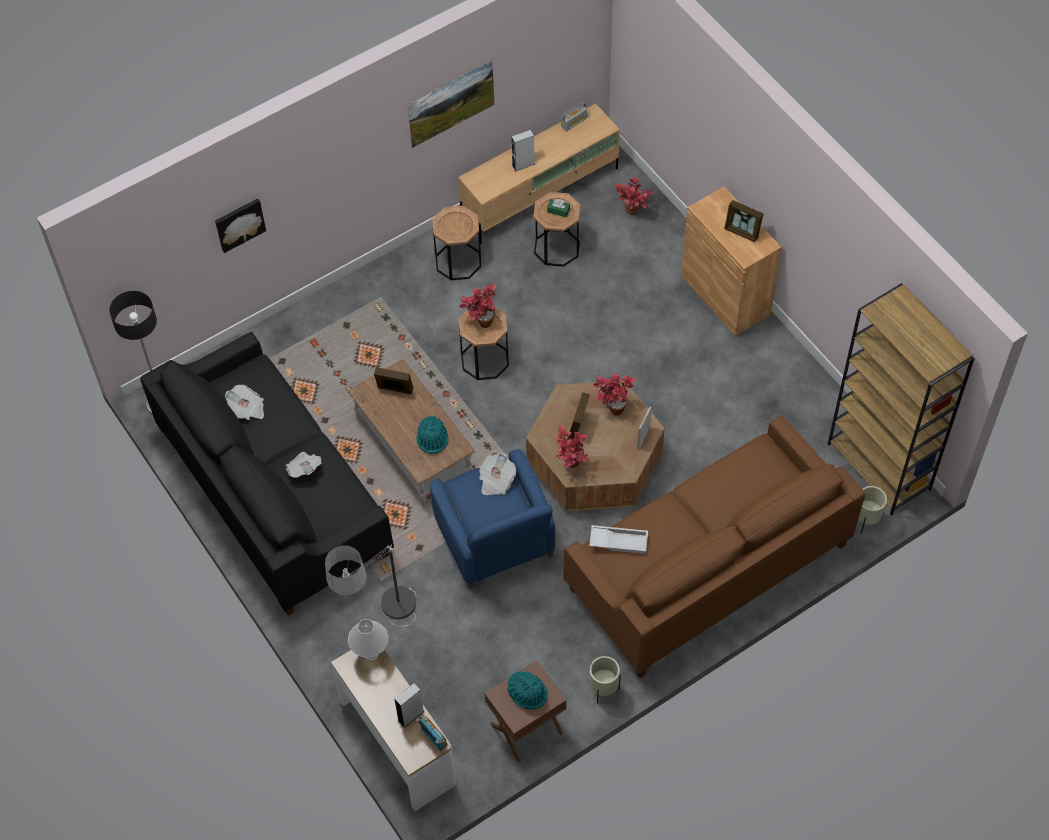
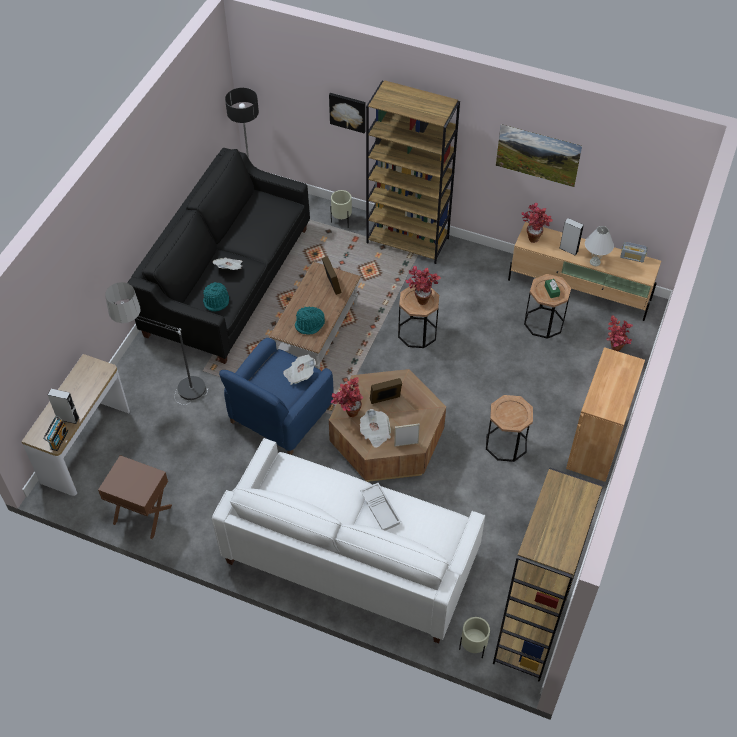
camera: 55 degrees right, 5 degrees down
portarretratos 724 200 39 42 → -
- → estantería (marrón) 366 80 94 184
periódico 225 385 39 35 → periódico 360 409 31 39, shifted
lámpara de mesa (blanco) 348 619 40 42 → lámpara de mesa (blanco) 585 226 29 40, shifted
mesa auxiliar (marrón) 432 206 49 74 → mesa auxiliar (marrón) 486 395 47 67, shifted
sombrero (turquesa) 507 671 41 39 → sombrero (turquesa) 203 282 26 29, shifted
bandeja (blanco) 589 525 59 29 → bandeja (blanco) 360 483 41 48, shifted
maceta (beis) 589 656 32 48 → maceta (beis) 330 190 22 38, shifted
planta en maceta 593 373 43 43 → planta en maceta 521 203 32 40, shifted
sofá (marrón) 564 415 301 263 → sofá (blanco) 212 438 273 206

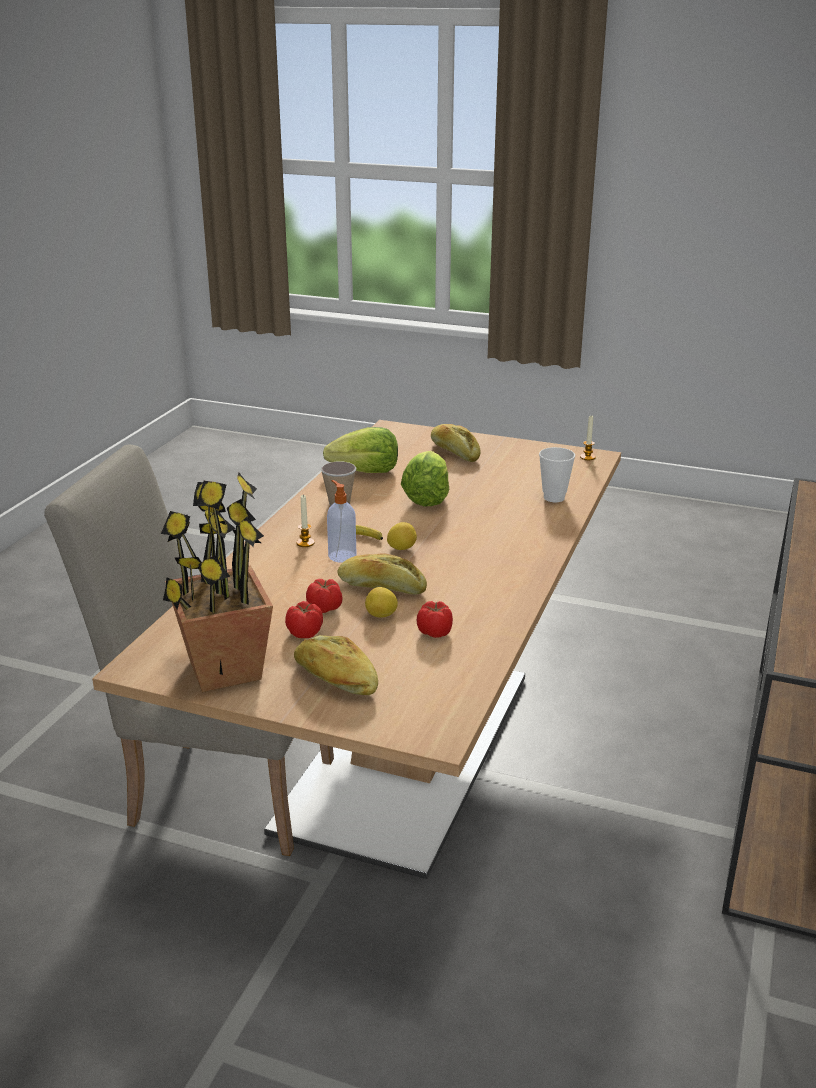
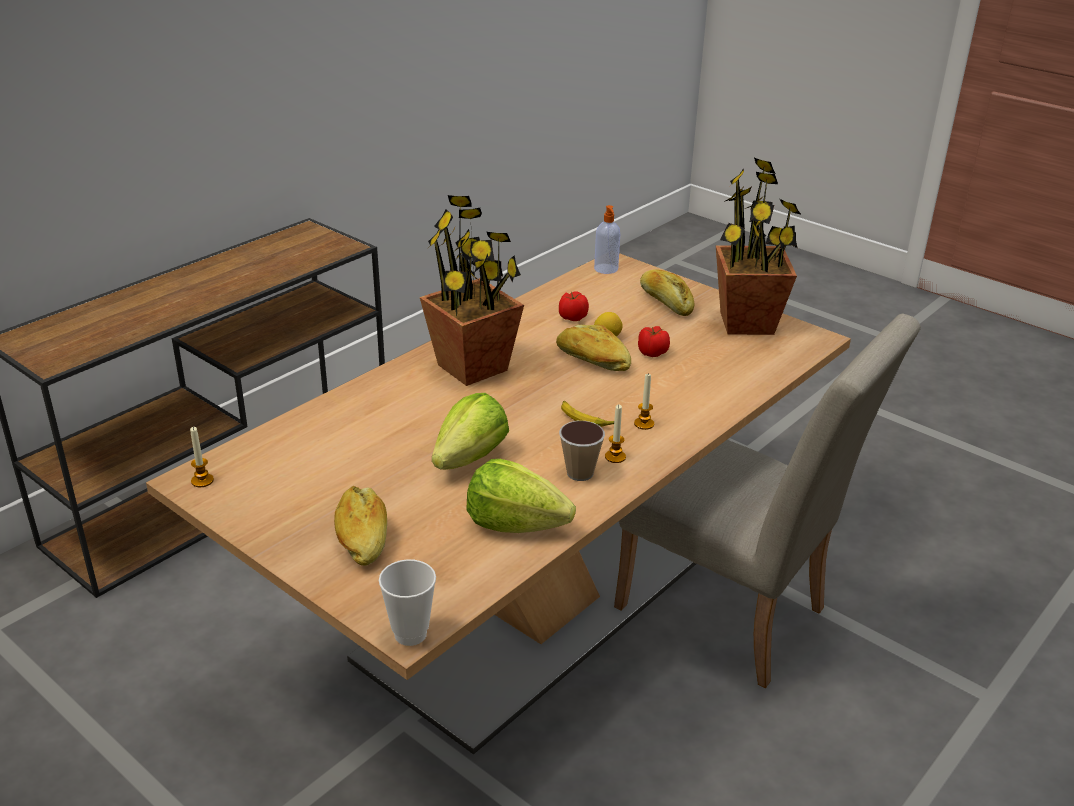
camera: 160 degrees left, 5 degrees up
tomate 285 601 38 37 → -
limón 387 522 30 28 → -
- → planta en maceta 420 195 104 191
- → vela 605 405 21 58
dispensador de jabón 327 480 29 82 → dispensador de jabón 594 205 26 69, shifted
taza 539 447 36 55 → taza 379 559 57 87, shifted

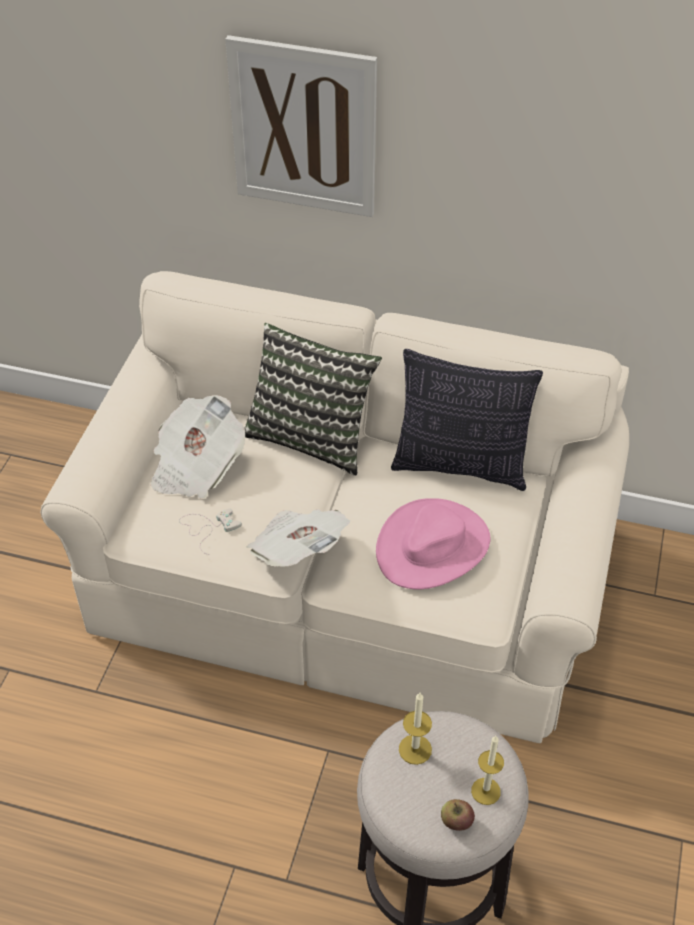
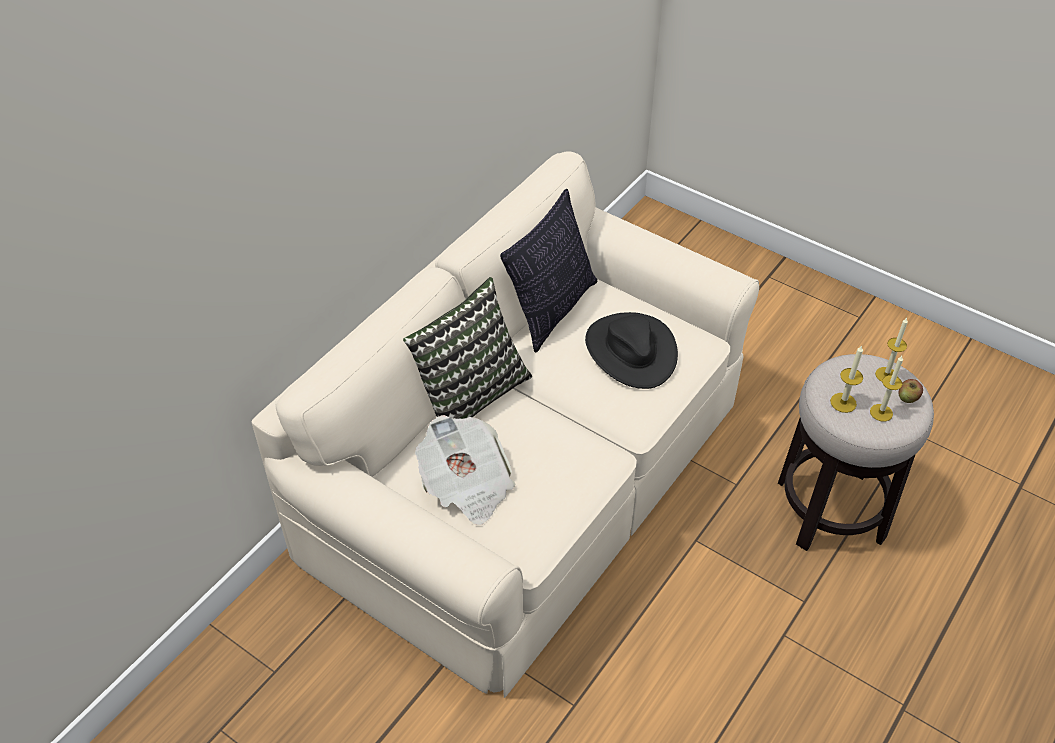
camera: 70 degrees left, 0 degrees up
mando de consola (blanco) 179 509 63 46 → -
cuadro 225 35 152 182 → -
periódico 246 509 104 58 → -
- → vela 870 356 33 66
sombrero (rosa) 376 498 114 91 → sombrero (negro) 585 312 93 77

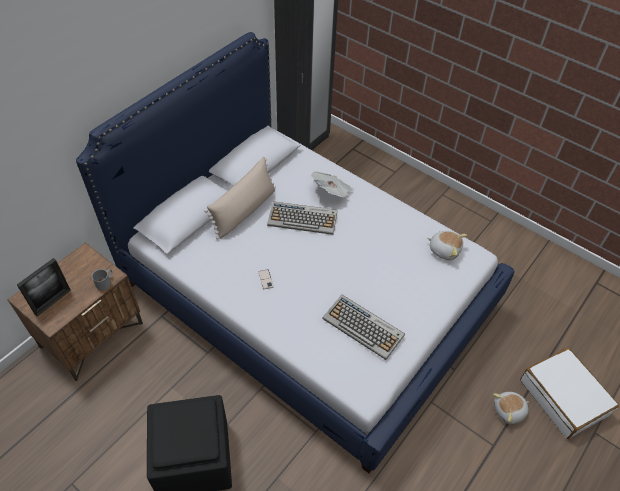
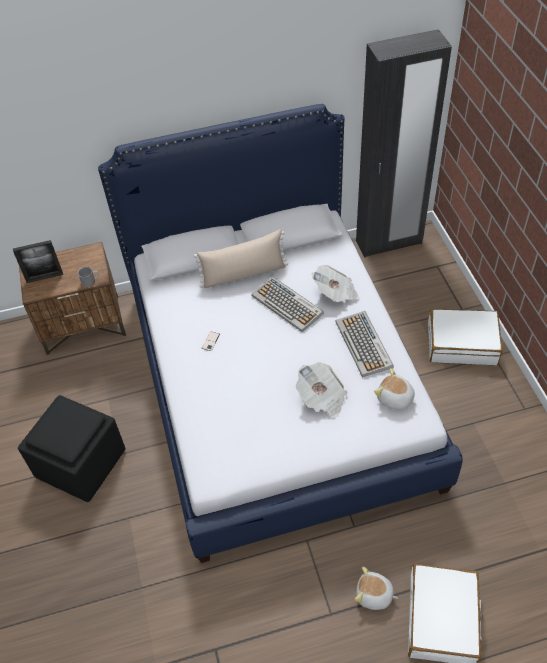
camera: 40 degrees right, 0 degrees up
- → periódico 296 363 51 54
- → maleta (blanco) 428 309 75 56
teclado 323 294 82 66 → teclado 336 311 58 66, shifted
peluche 427 231 40 29 → peluche 374 368 43 42, 150 degrees clockwise

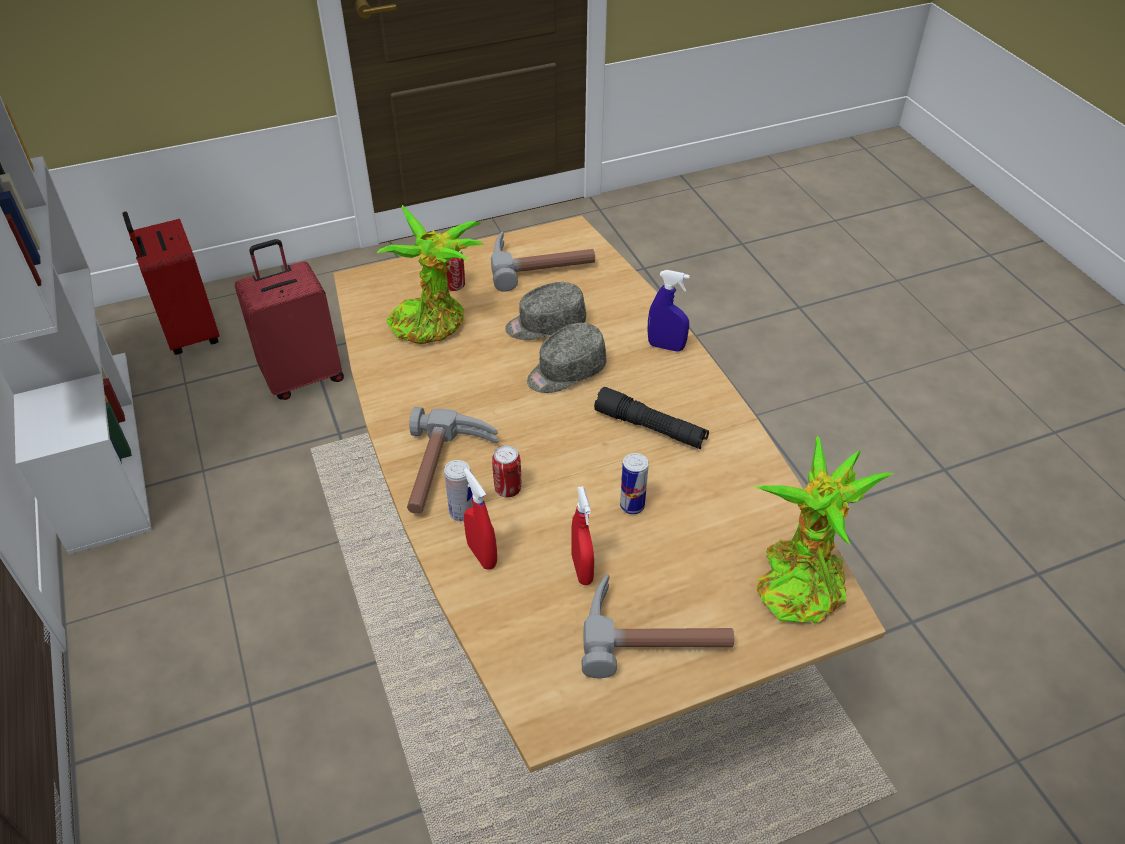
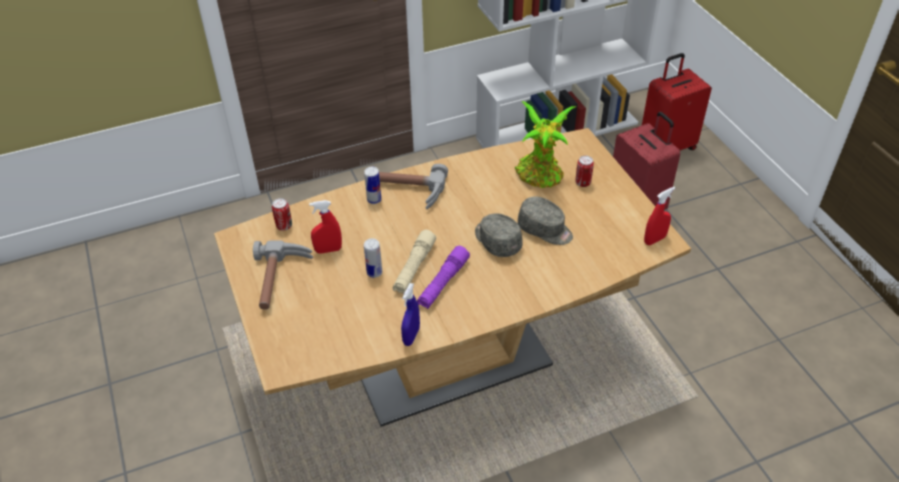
camera: 90 degrees right, 0 degrees up
martillo 491 232 104 60 → -
planta en maceta 753 436 141 188 → -
- → linterna (beis) 392 230 44 64
pulverizador (rojo) 464 468 33 102 → pulverizador (rojo) 644 187 31 58, shifted
lata 492 445 29 53 → lata 272 198 20 33, shifted
pulverizador (azul) 648 270 42 82 → pulverizador (azul) 401 283 19 63, shifted
linterna (negro) 594 387 115 62 → linterna (morado) 417 246 53 63
gorra (gris) 505 282 81 58 → gorra (gris) 518 196 55 49, 135 degrees clockwise

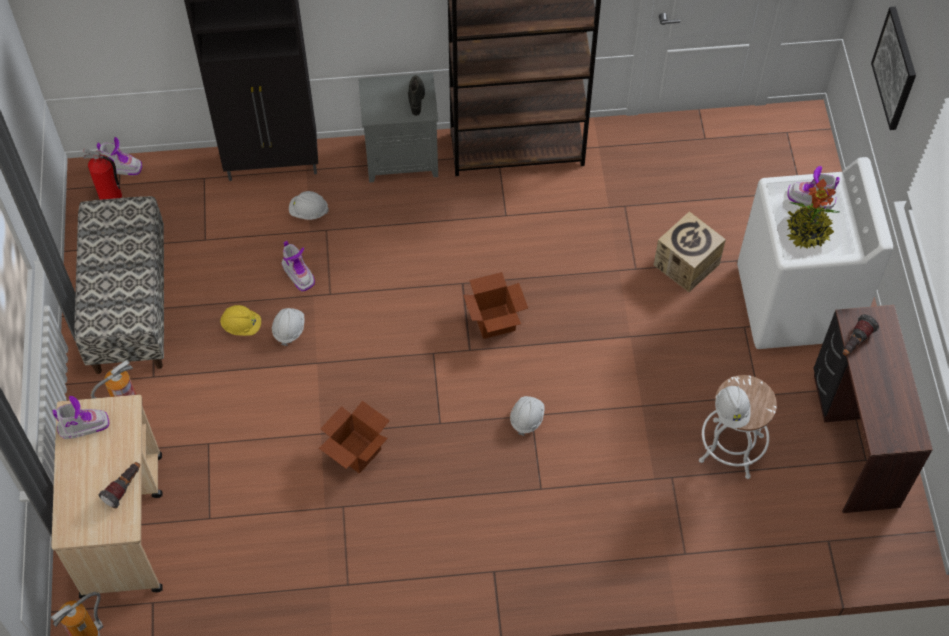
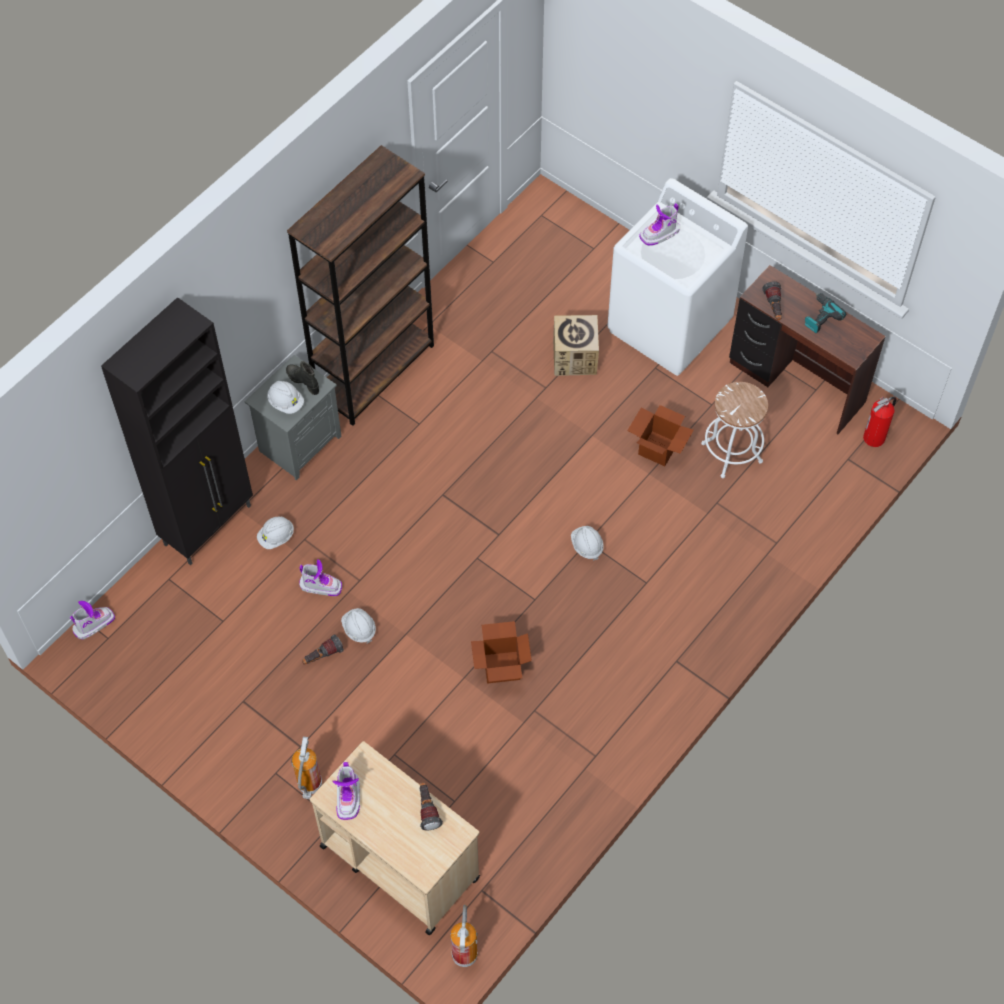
camera: 45 degrees left, 0 degrees up
banco 74 196 90 178 → -
planta en maceta 787 178 52 71 → -
cuadro 871 7 45 123 → -
- → taladro 805 293 42 40
extintor 83 149 39 51 → extintor 863 397 33 50, shifted
caja de cartón 463 272 65 67 → caja de cartón 627 405 67 61, shifted
casco (blanco) 715 386 36 42 → casco (blanco) 267 381 37 33, shifted
casco (amarillo) 220 305 41 31 → linterna 302 634 42 31
bota 52 396 57 43 → bota 332 762 28 58, 150 degrees clockwise

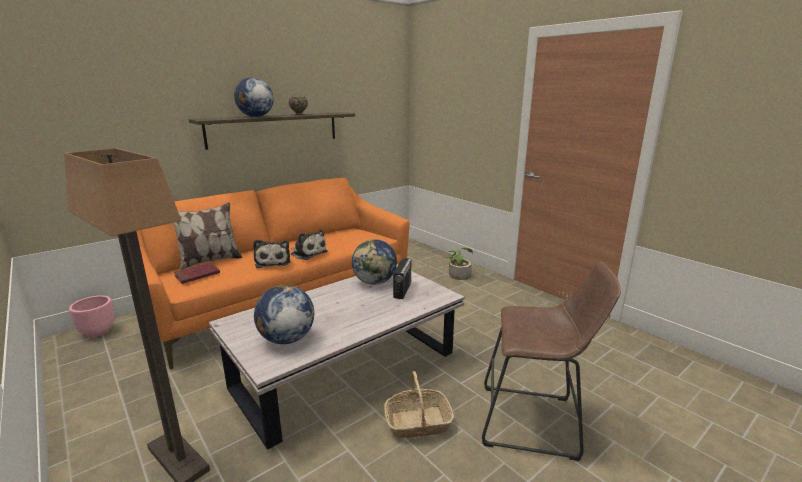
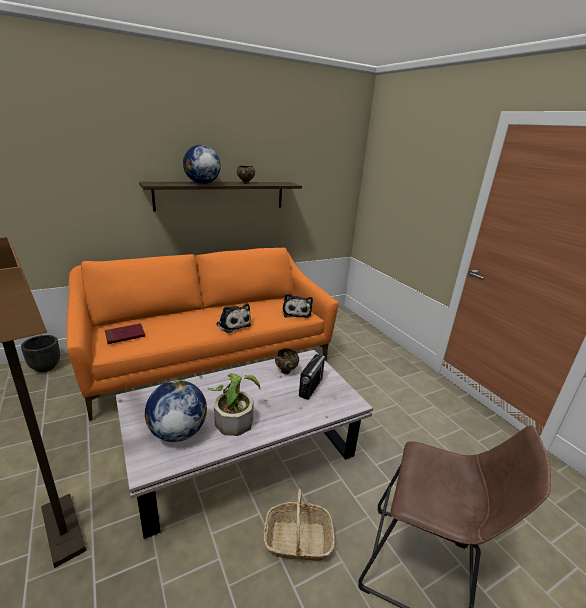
camera: 10 degrees right, 5 degrees up
cojín 173 202 69 69 → -
peluche 253 240 37 28 → peluche 283 294 30 24, shifted
planta en maceta 444 247 29 33 → planta en maceta 208 373 53 63, shifted
globo terráqueo 352 239 45 46 → cuenco (marrón) 275 349 24 25
maceta (rosa) 69 295 45 42 → maceta (negro) 21 335 39 37

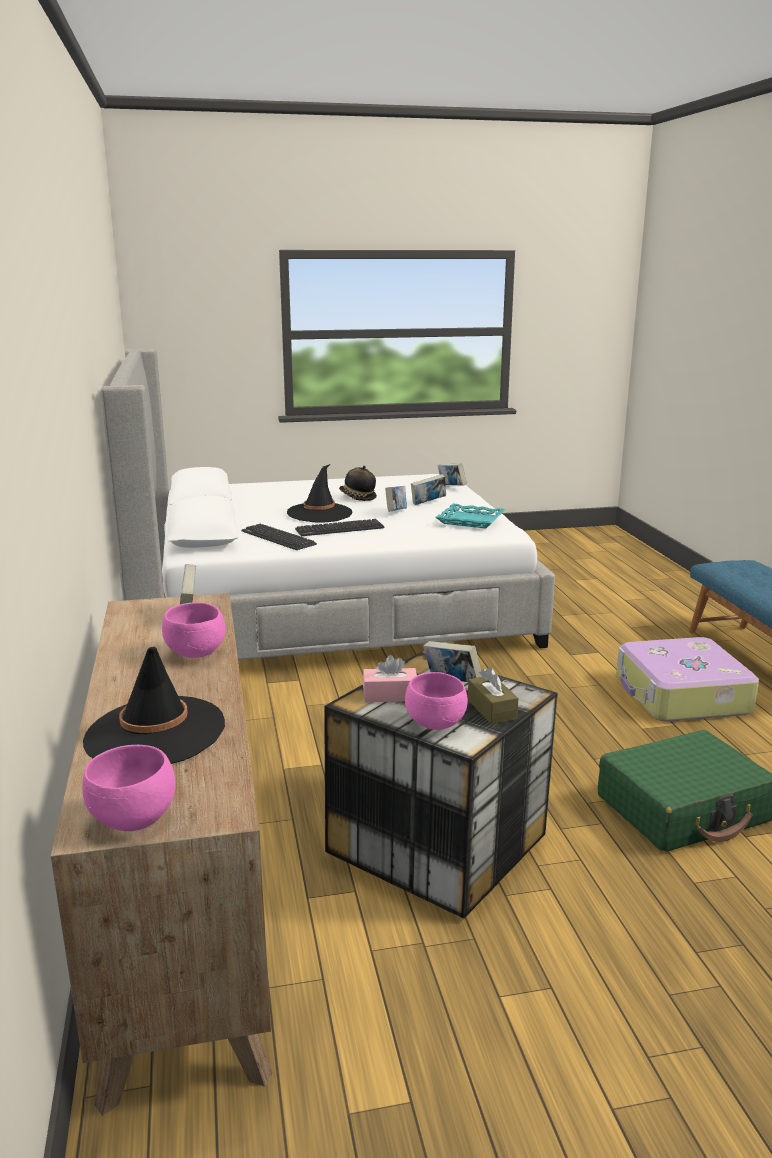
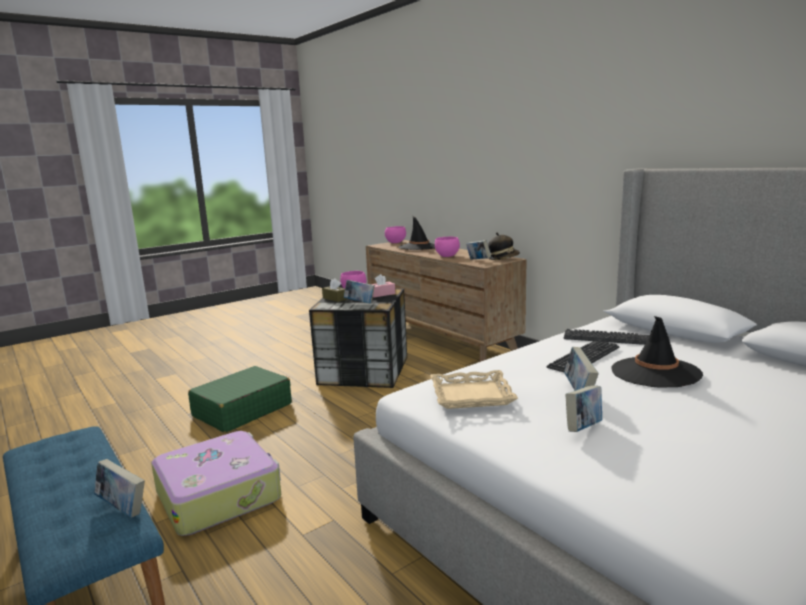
camera: 155 degrees right, 5 degrees down
sombrero 339 466 38 35 → sombrero 488 232 32 28, shifted
libro 438 464 29 22 → libro 94 459 51 59, shifted
bandeja (turquesa) 435 504 70 24 → bandeja (beis) 430 370 88 39

